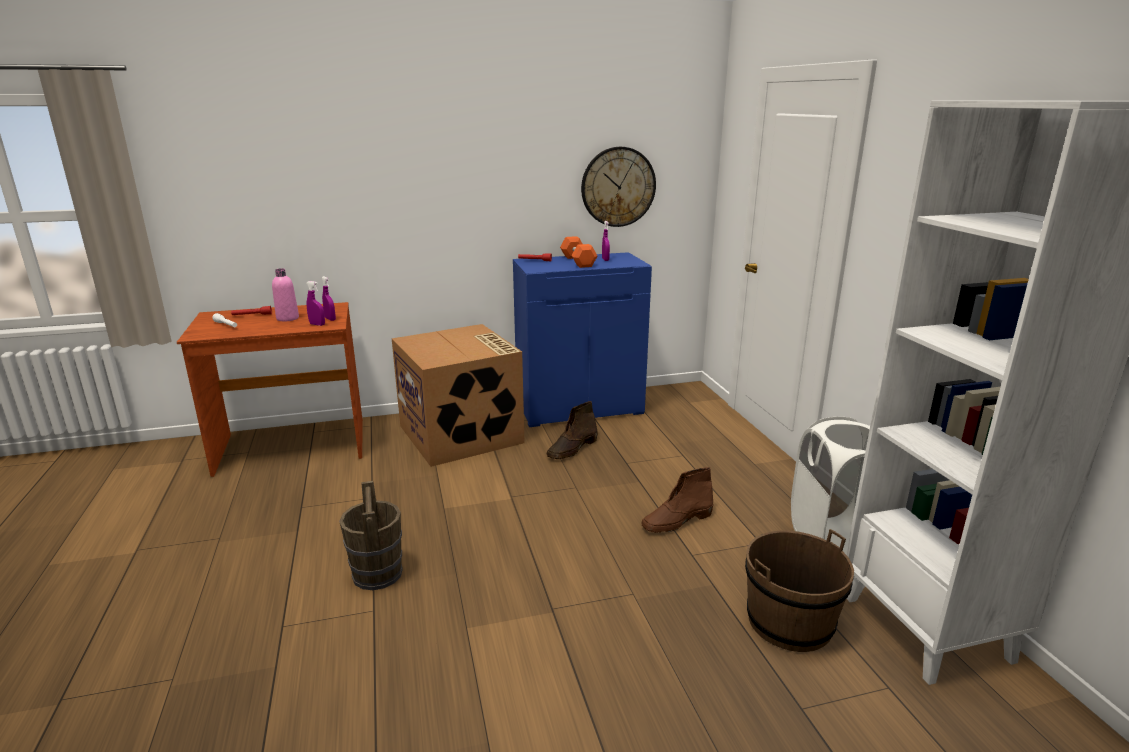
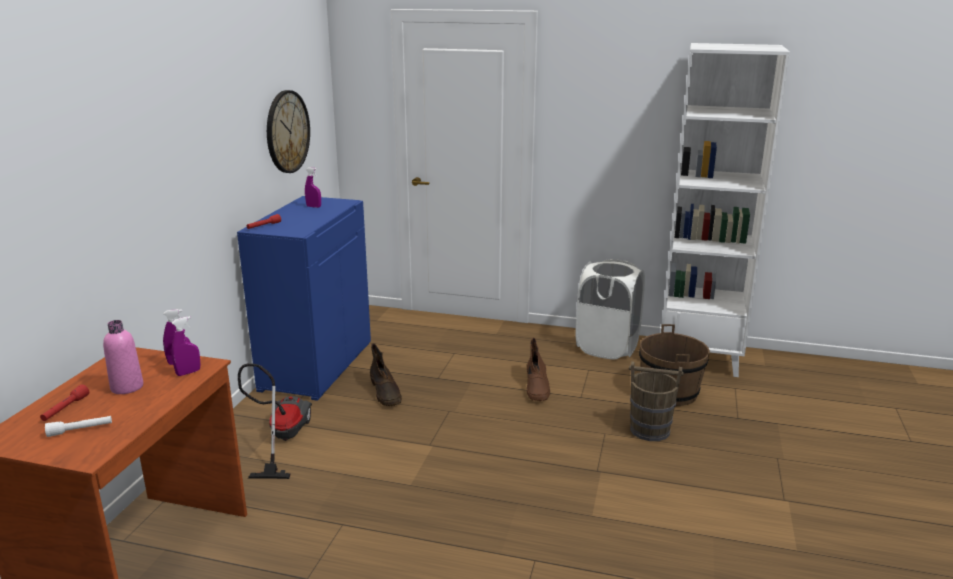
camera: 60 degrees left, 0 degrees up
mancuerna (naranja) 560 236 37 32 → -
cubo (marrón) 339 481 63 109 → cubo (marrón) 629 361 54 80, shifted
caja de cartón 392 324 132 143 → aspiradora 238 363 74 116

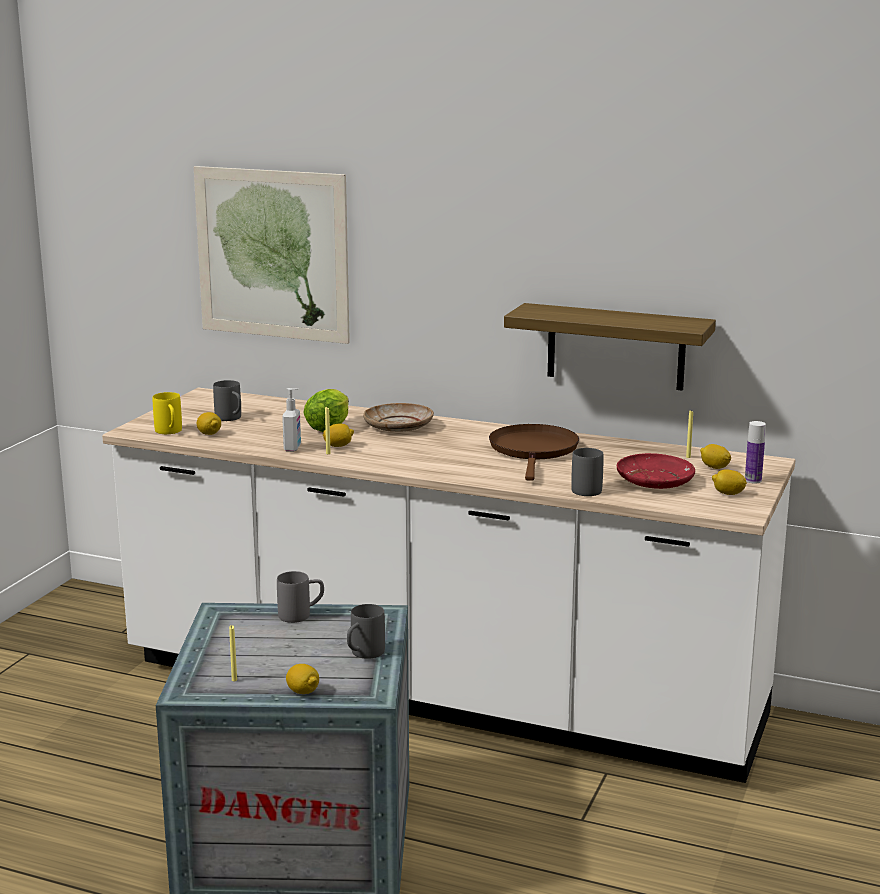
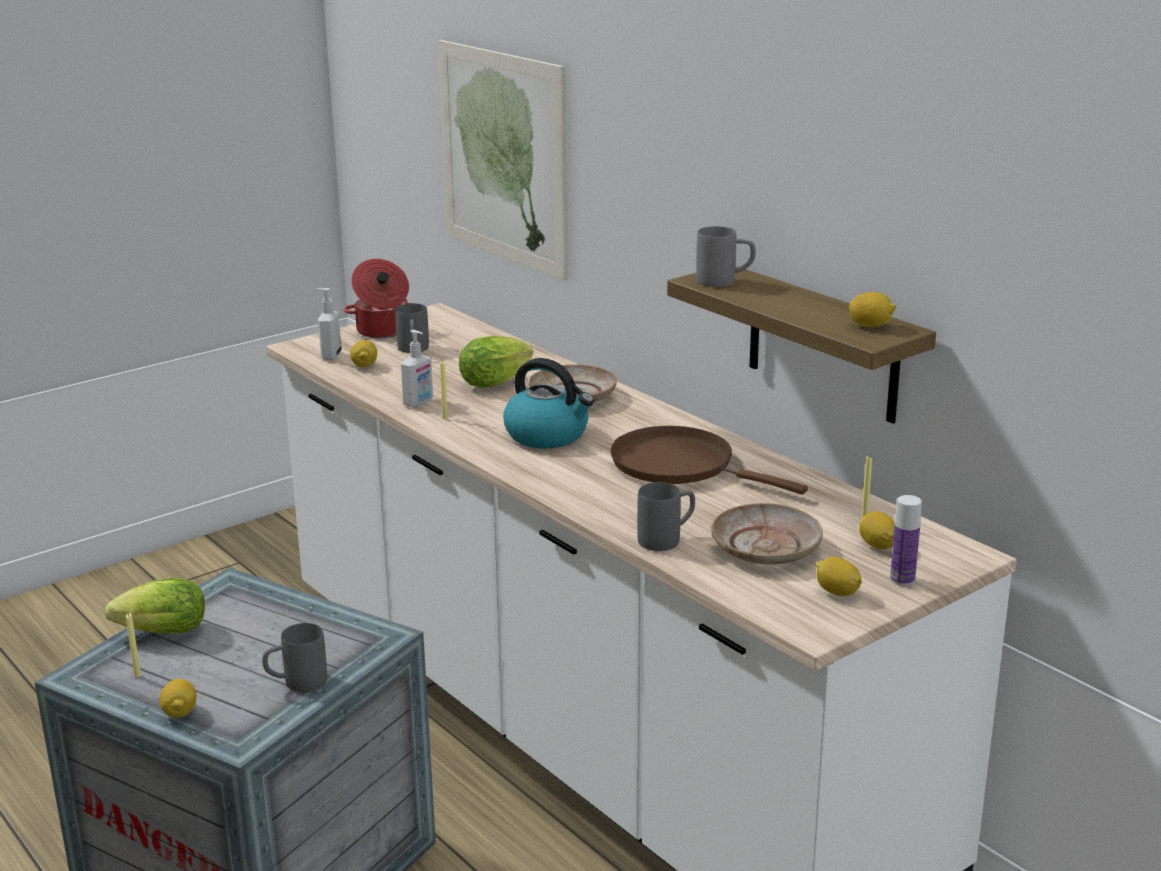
camera: 30 degrees right, 5 degrees up
- → lechuga 105 578 100 55
- → olla 344 259 65 79
- → hervidor 503 358 91 91
taza grande (gris) 277 571 47 52 → taza grande (gris) 696 226 60 61, shifted
limón 323 424 31 23 → limón 849 292 47 35, shifted
taza grande (amarillo) 153 392 29 42 → dispensador de jabón 316 288 26 72
plato (rojo) 617 453 78 36 → plato (beis) 711 503 112 62
sartén (marrón) 489 424 90 57 → sartén (marrón) 610 426 198 69, 90 degrees counterclockwise

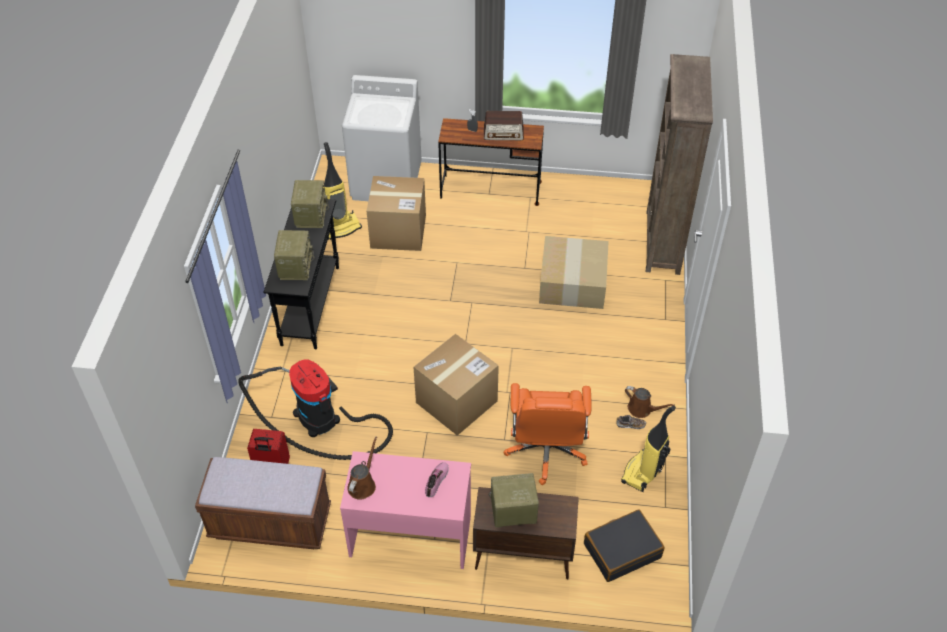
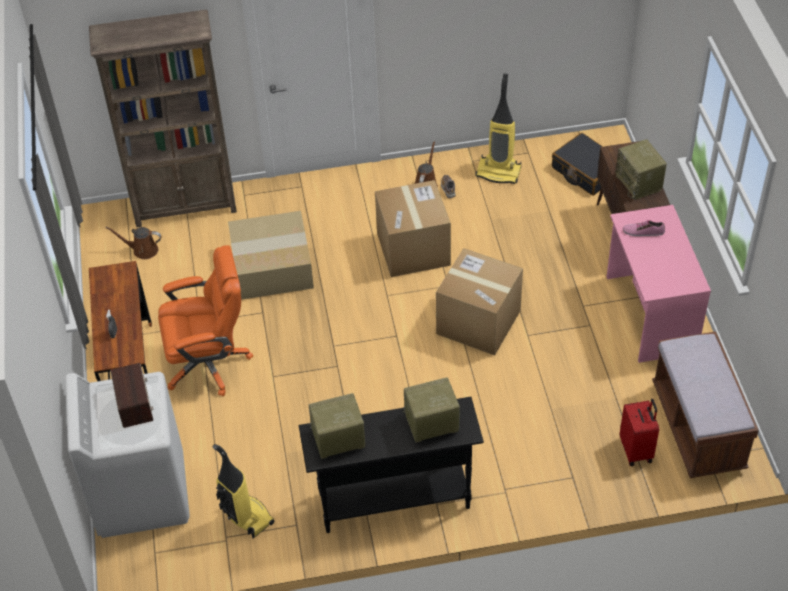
camera: 105 degrees left, 0 degrees up
aspiradora 238 359 155 101 → -
regadera (marrón) 347 437 30 63 → regadera (marrón) 106 227 56 32, shifted
caja de cartón 367 176 59 75 → caja de cartón 375 180 76 97, shifted
radio 484 111 40 29 → radio 110 363 44 65, shifted
silla de oficina (naranja) 503 383 89 102 → silla de oficina (naranja) 158 245 95 151, shifted

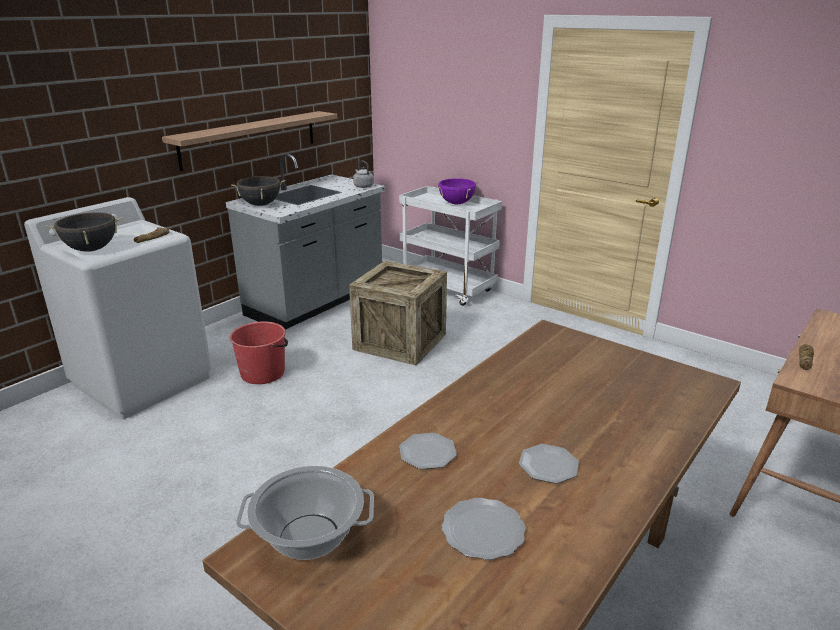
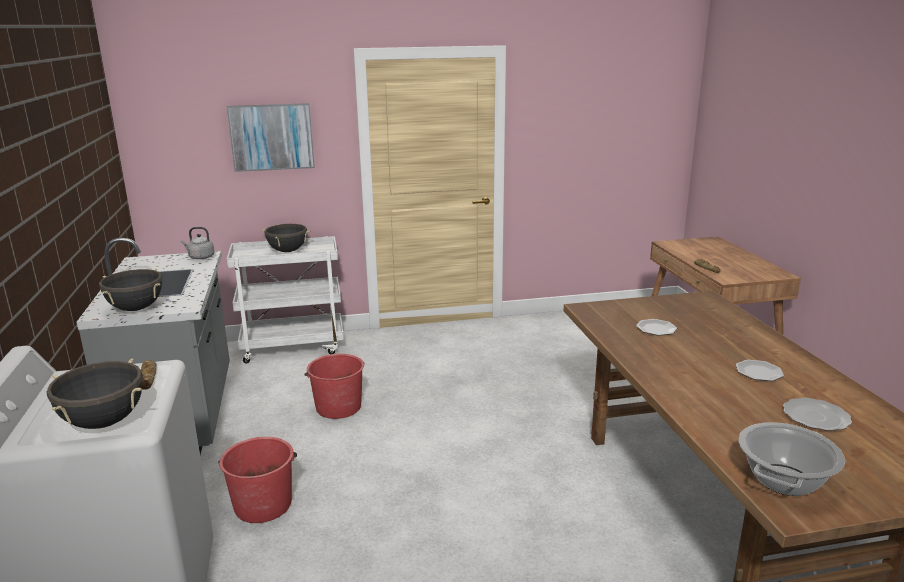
camera: 50 degrees left, 5 degrees down
estante 162 111 175 60 → -
- → cuadro 227 103 88 69
plato 399 433 58 36 → plato 636 319 41 17, shifted
caja de embalaje 349 261 98 104 → cubo (rojo) 305 354 60 65
olla (morado) 437 178 40 26 → olla (negro) 261 223 50 29

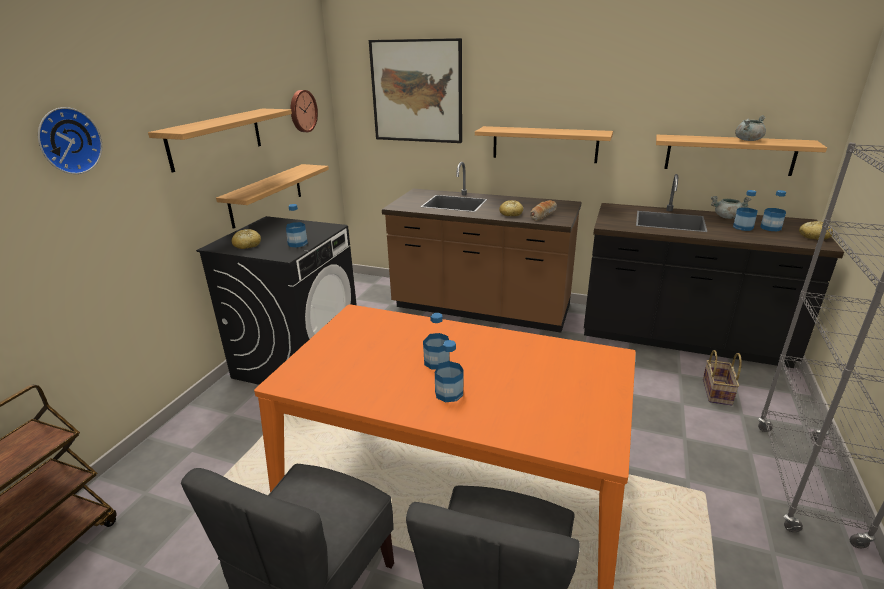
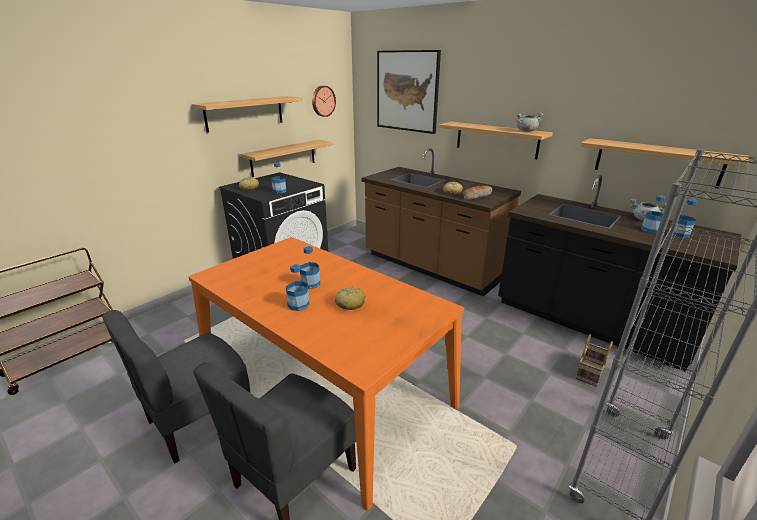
camera: 20 degrees right, 0 degrees up
reloj de pared 38 107 64 67 → -
olla (gris) 735 115 31 26 → olla (gris) 517 113 27 19, shifted
pan 799 221 34 19 → pan 335 287 31 23, shifted

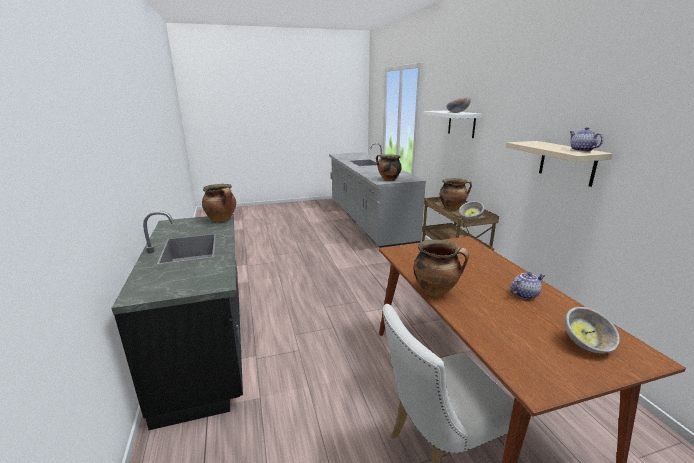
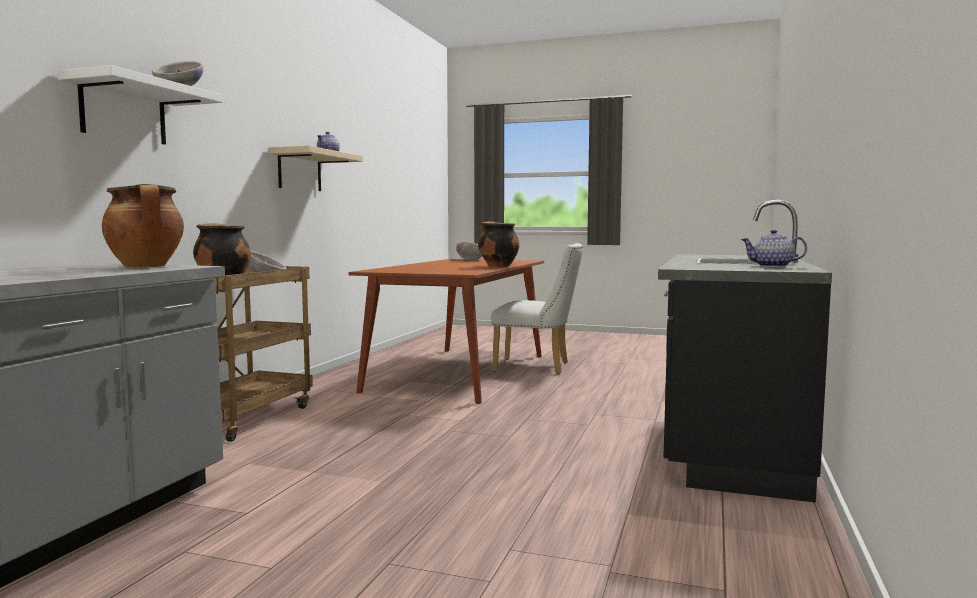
camera: 145 degrees left, 15 degrees down
olla 202 184 34 38 → -
tetera 510 272 35 27 → tetera 741 230 66 37, shifted

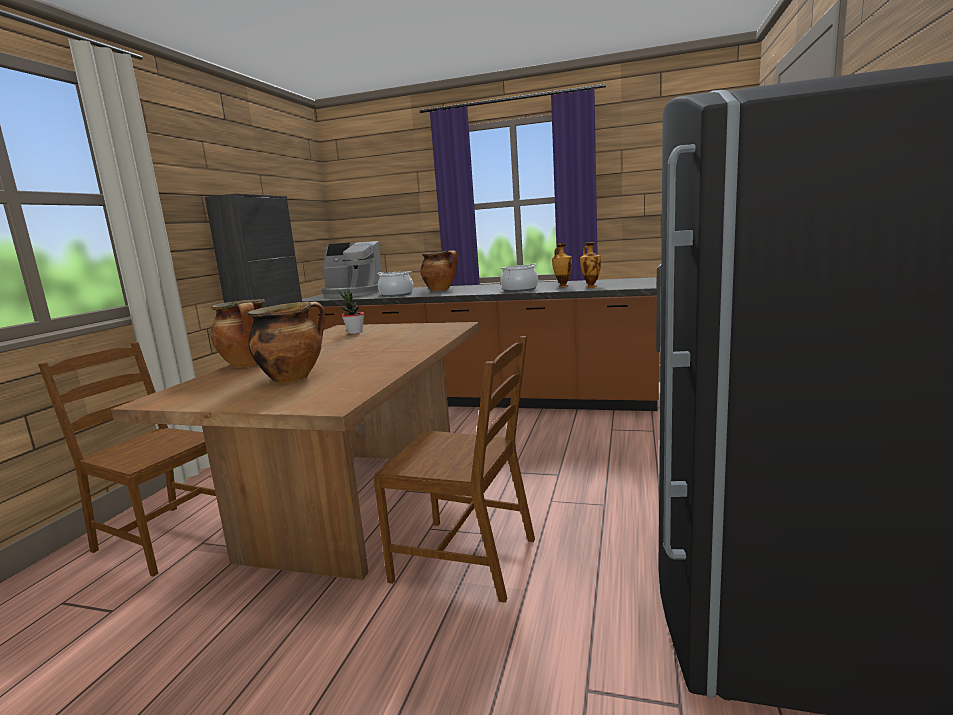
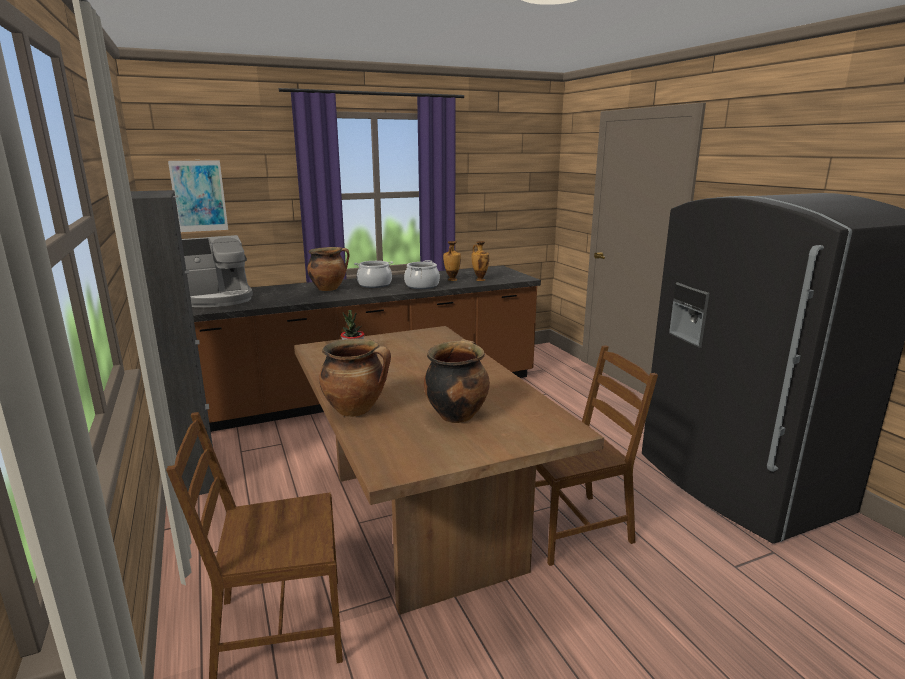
camera: 40 degrees left, 5 degrees up
- → cuadro 168 159 60 75
olla 377 271 36 26 → olla 354 261 39 27, shifted

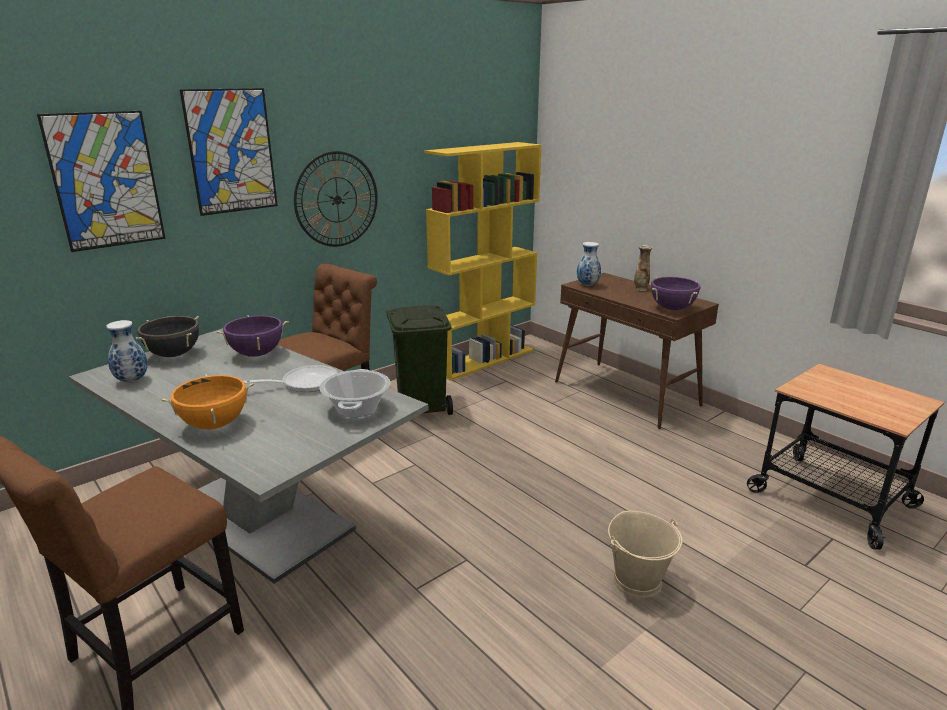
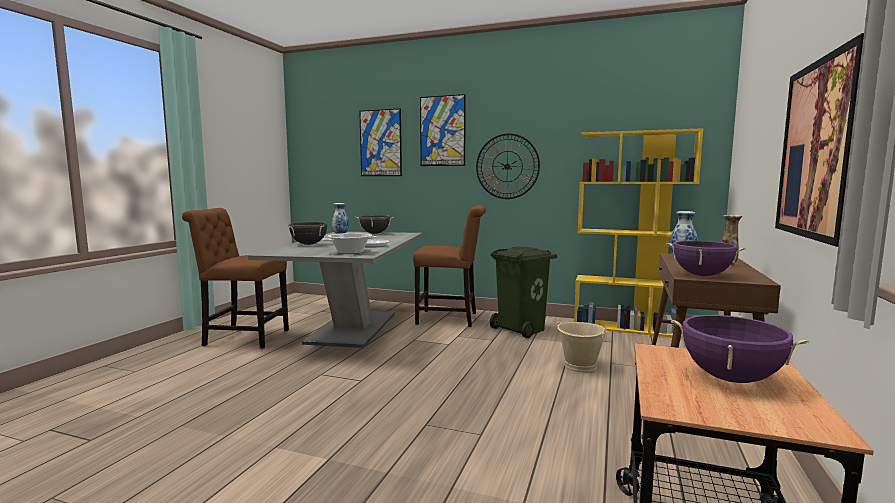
camera: 60 degrees right, 15 degrees down
- → cuadro 775 33 89 214
olla (morado) 216 315 73 42 → olla (morado) 671 315 139 68, shifted
cubo (beis) 608 511 75 87 → cubo (beis) 557 320 50 52, shifted
olla (naranja) 161 374 94 56 → olla (negro) 288 222 39 23

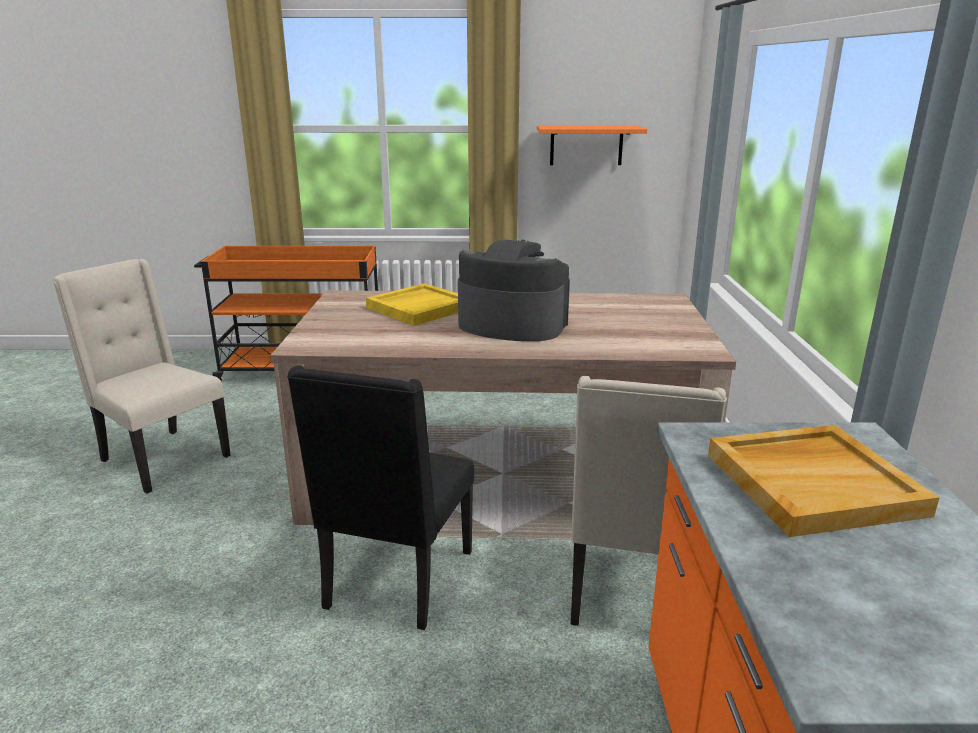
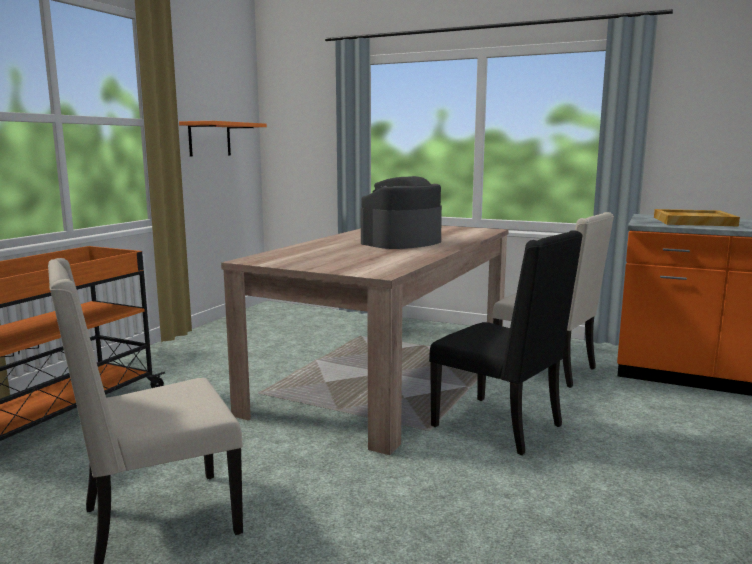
camera: 65 degrees left, 10 degrees down
bandeja (amarillo) 366 283 92 43 → -

